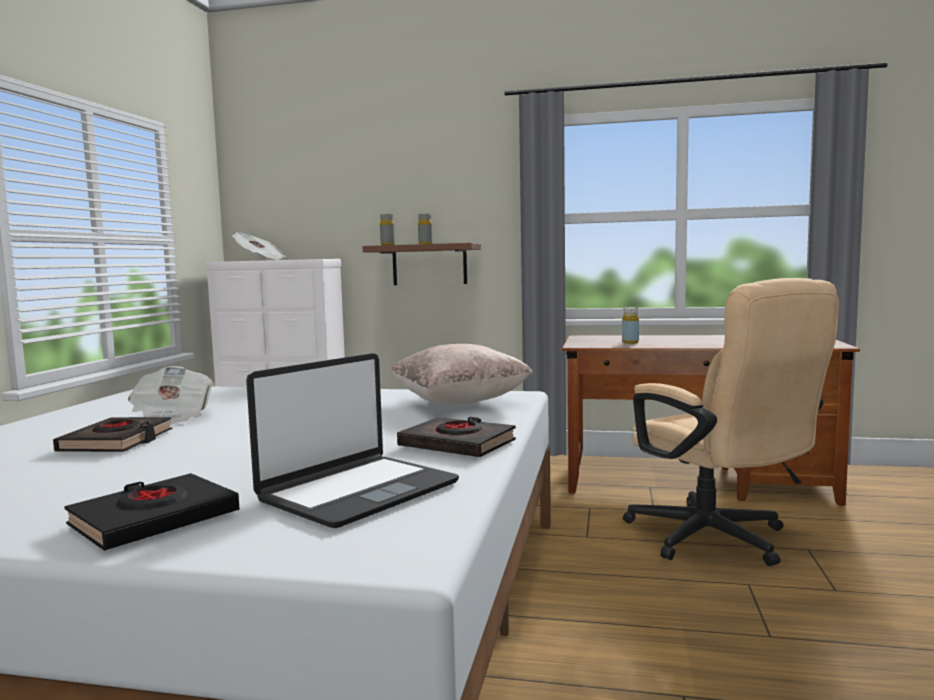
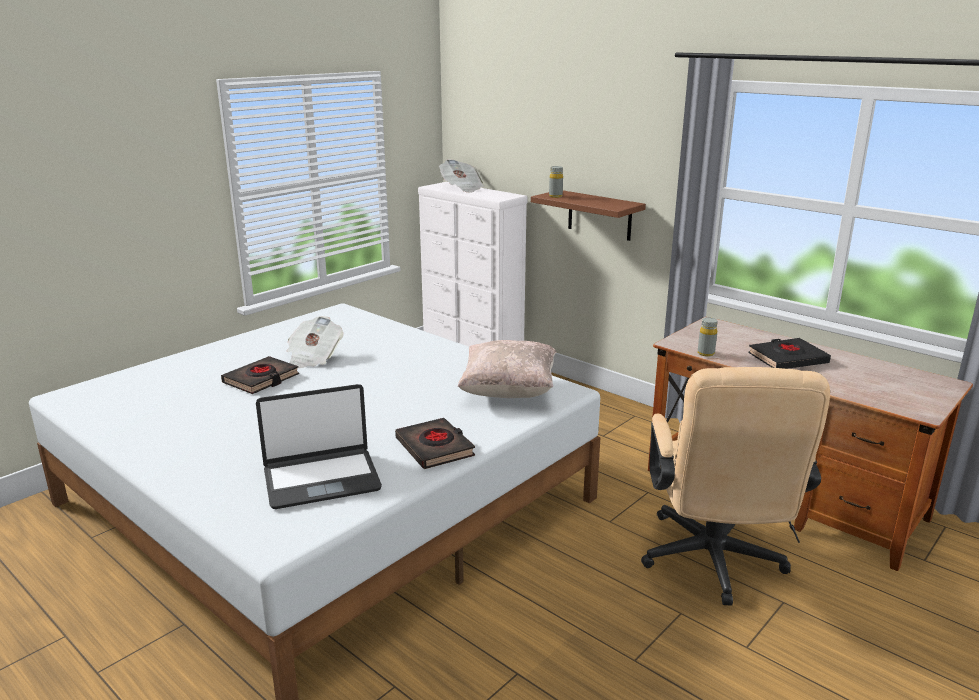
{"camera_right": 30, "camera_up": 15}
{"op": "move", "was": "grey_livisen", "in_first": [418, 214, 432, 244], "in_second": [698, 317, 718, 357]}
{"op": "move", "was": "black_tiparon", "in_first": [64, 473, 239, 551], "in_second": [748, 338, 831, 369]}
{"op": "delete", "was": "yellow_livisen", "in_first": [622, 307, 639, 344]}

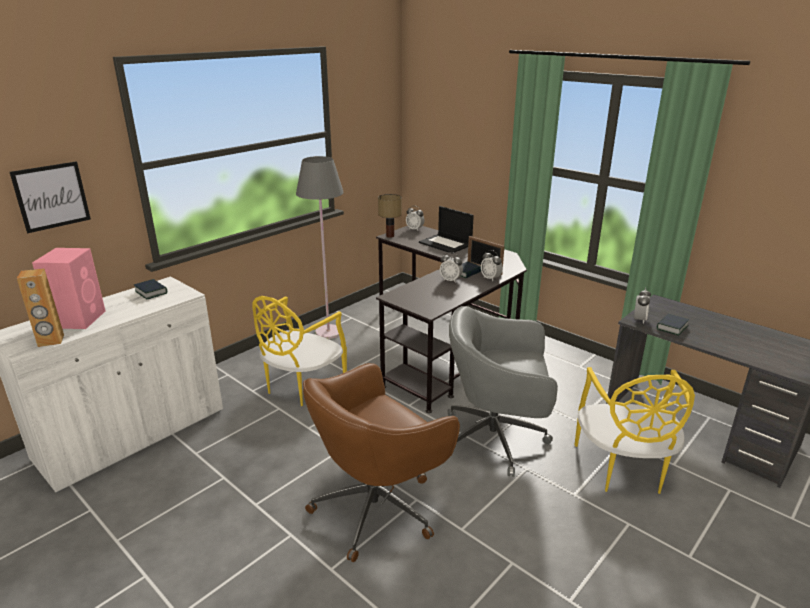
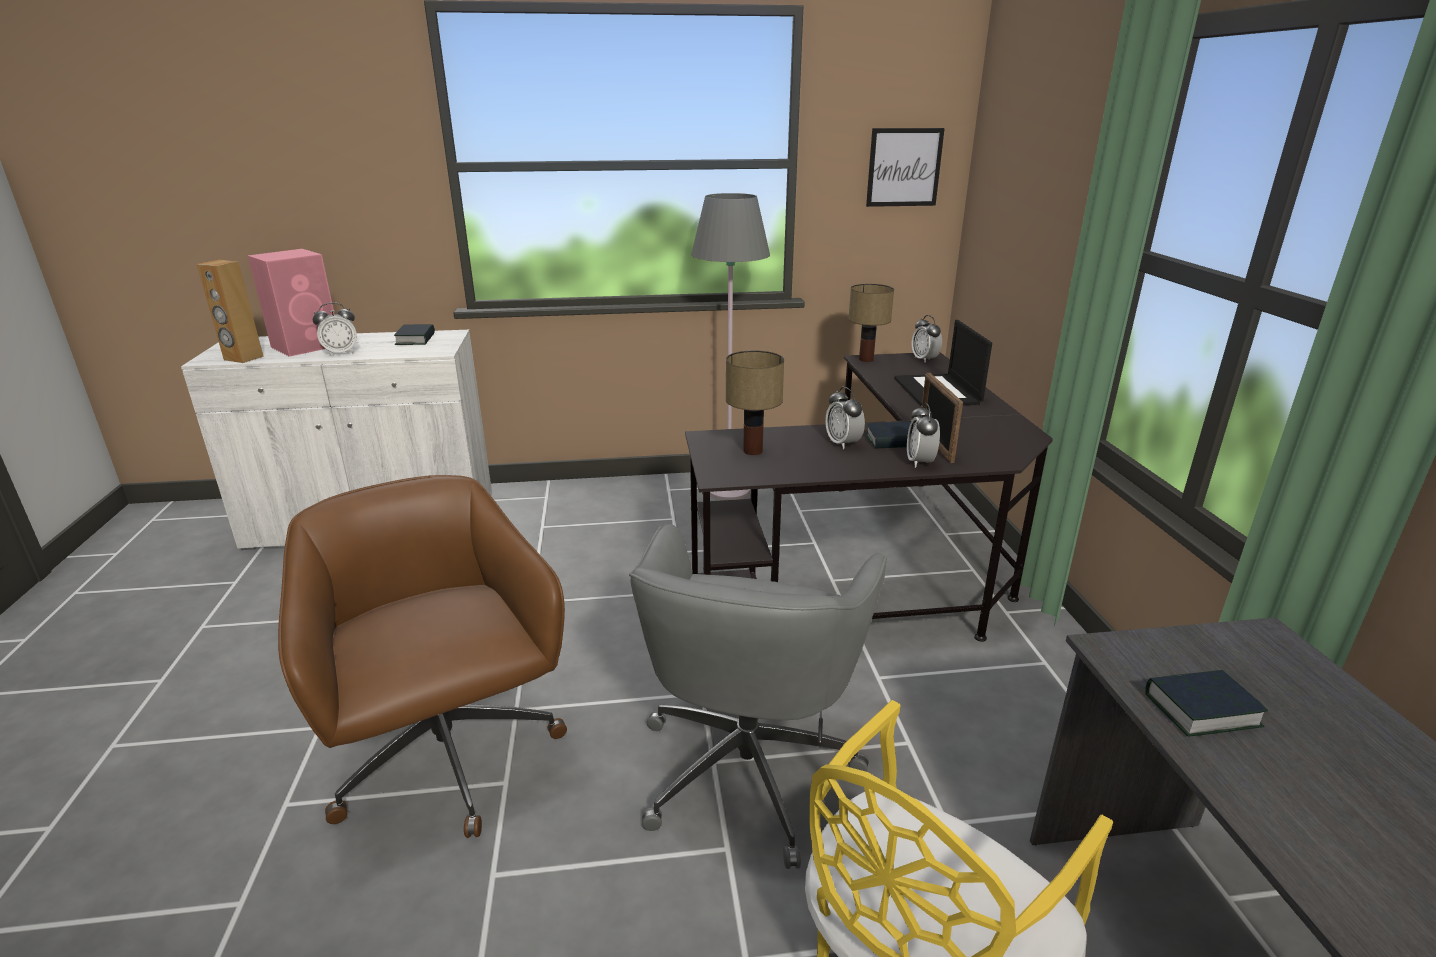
{"camera_right": 40, "camera_up": 0}
{"op": "rotate", "was": "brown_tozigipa", "in_first": [303, 363, 460, 562], "in_second": [278, 475, 567, 838], "clockwise": 60}
{"op": "move", "was": "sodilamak", "in_first": [634, 288, 651, 324], "in_second": [313, 303, 357, 356]}
{"op": "rotate", "was": "grey_tozigipa", "in_first": [448, 306, 558, 477], "in_second": [629, 524, 887, 869], "clockwise": -120}
{"op": "insert", "now": "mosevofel", "in_second": [726, 351, 784, 455]}
{"op": "move", "was": "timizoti", "in_first": [10, 161, 91, 233], "in_second": [866, 128, 945, 207]}
{"op": "delete", "was": "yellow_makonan", "in_first": [252, 296, 347, 406]}

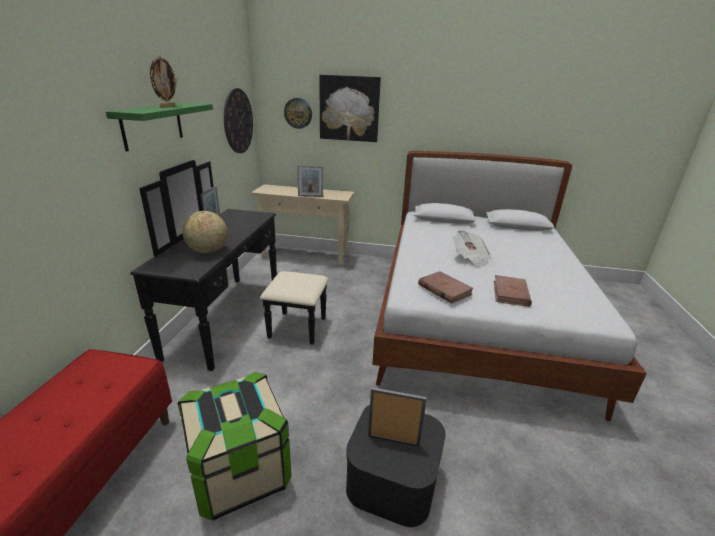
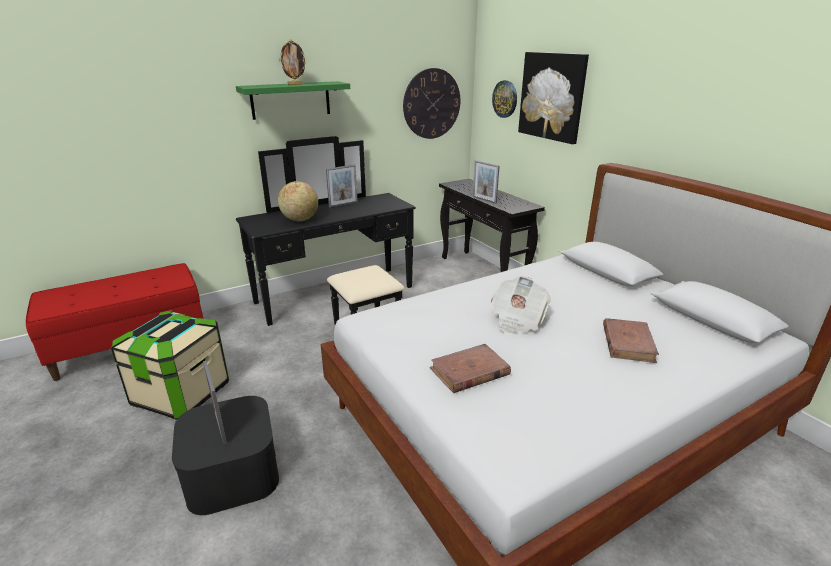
{"camera_right": 50, "camera_up": 0}
{"op": "recolor", "was": "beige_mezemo", "now": "black_mezemo", "in_first": [251, 184, 354, 266], "in_second": [439, 179, 545, 272]}
{"op": "move", "was": "brown_tiparon", "in_first": [418, 271, 474, 304], "in_second": [603, 318, 659, 363]}

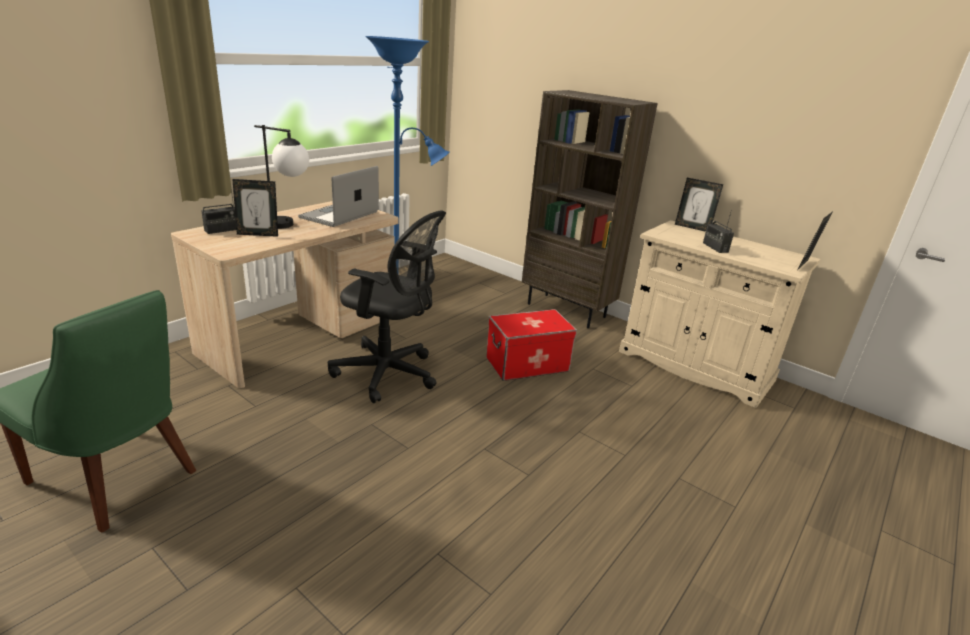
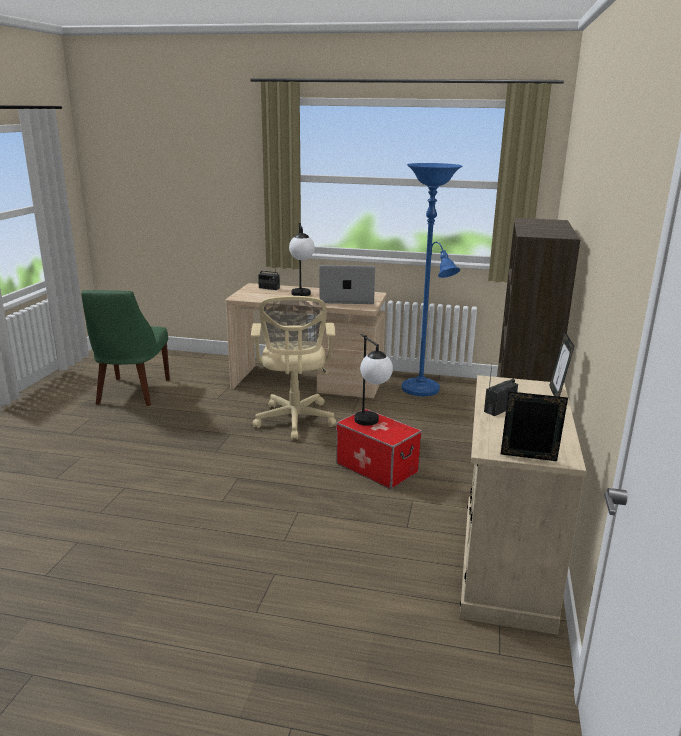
{"camera_right": 65, "camera_up": -5}
{"op": "recolor", "was": "black_tozigipa", "now": "beige_tozigipa", "in_first": [328, 211, 446, 403], "in_second": [251, 296, 336, 440]}
{"op": "insert", "now": "mosevofel", "in_second": [354, 334, 393, 426]}
{"op": "delete", "was": "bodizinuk", "in_first": [232, 179, 278, 237]}

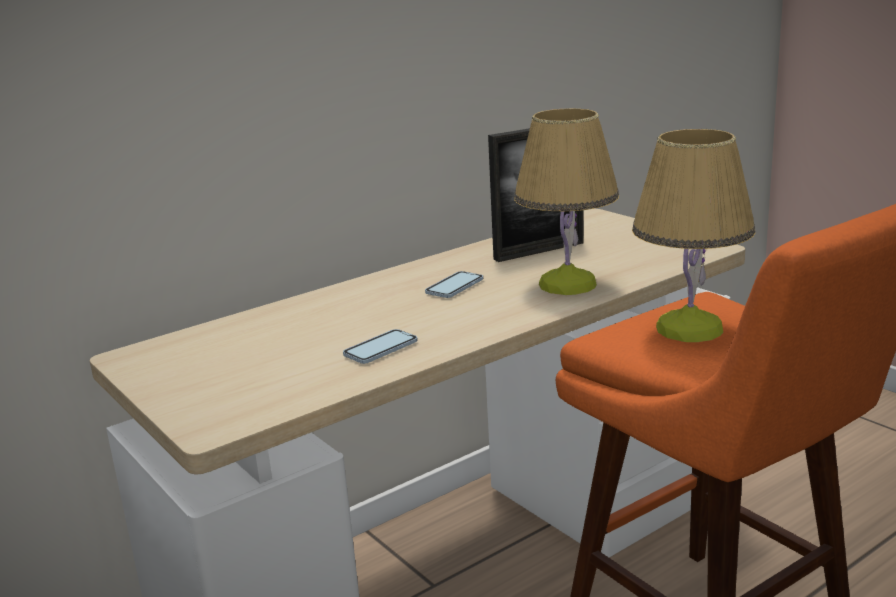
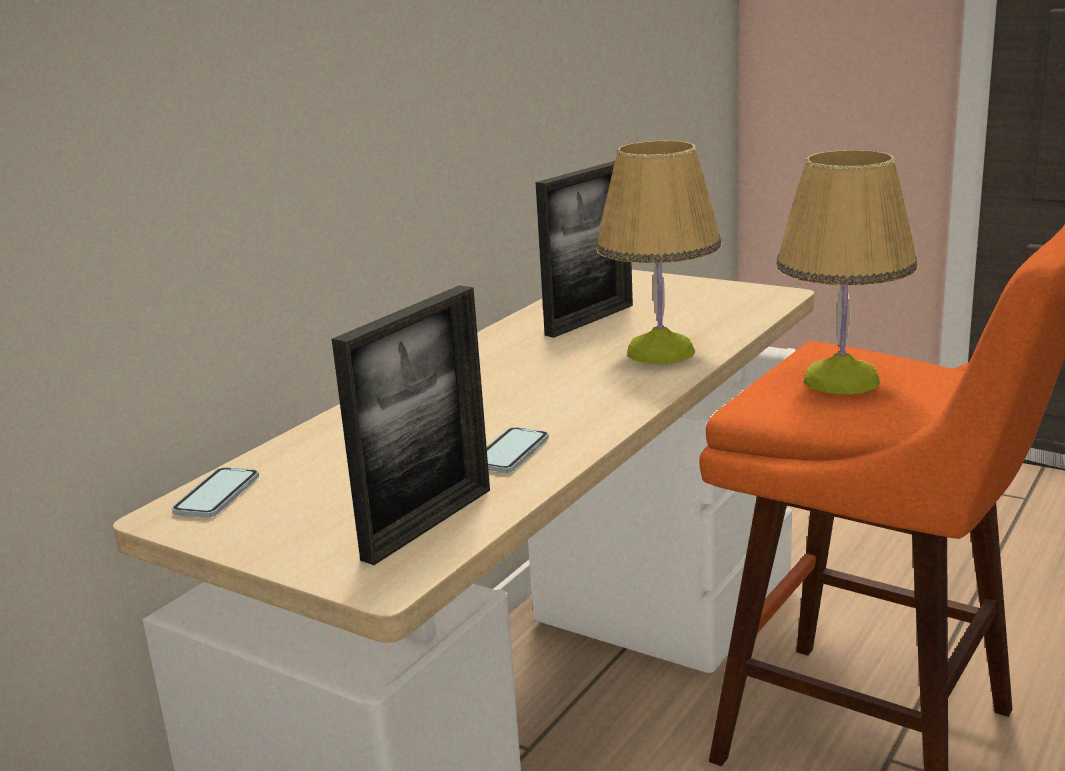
{"camera_right": -20, "camera_up": 0}
{"op": "move", "was": "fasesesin", "in_first": [425, 271, 483, 298], "in_second": [172, 467, 259, 517]}
{"op": "insert", "now": "bodizinuk", "in_second": [332, 285, 490, 565]}

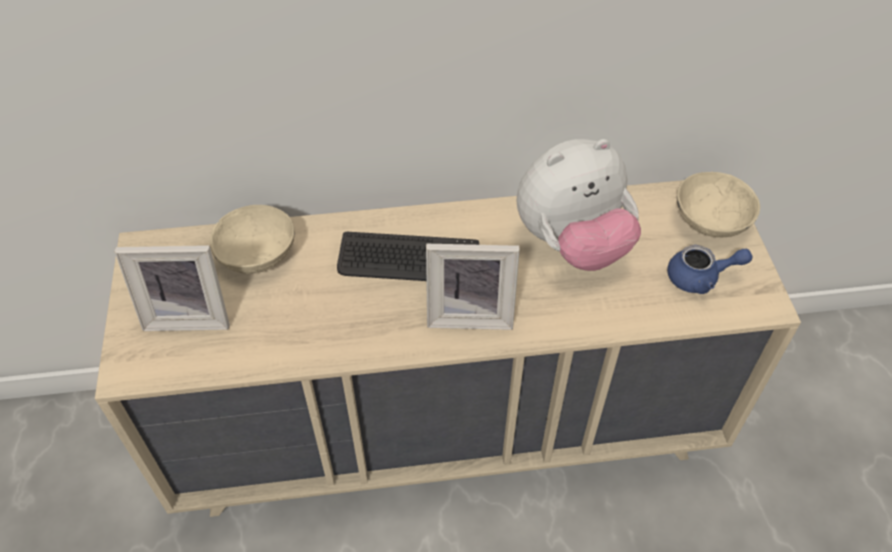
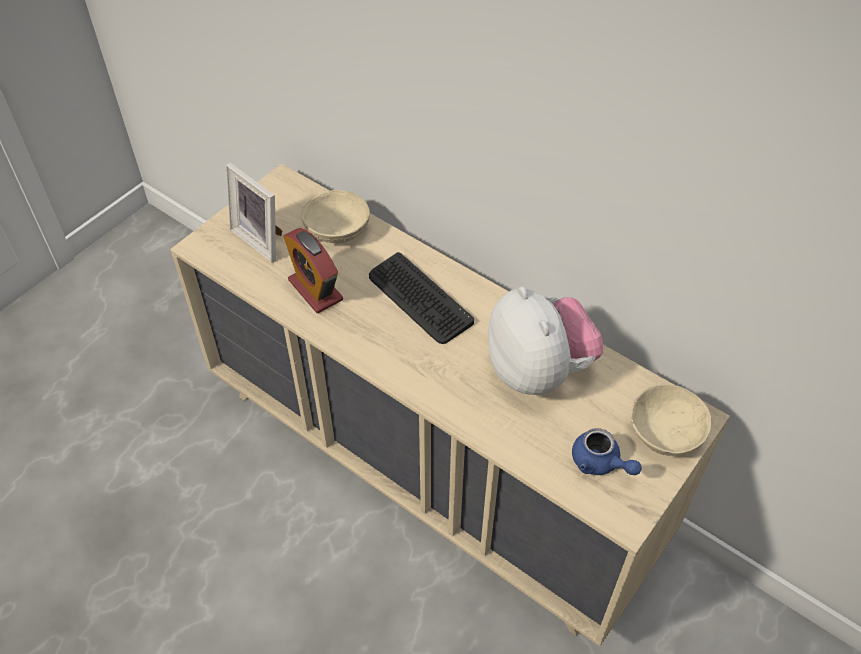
{"camera_right": 45, "camera_up": 0}
{"op": "insert", "now": "sodilamak", "in_second": [284, 228, 343, 313]}
{"op": "rotate", "was": "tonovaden", "in_first": [517, 139, 641, 271], "in_second": [488, 286, 603, 395], "clockwise": -135}
{"op": "delete", "was": "bodizinuk", "in_first": [426, 244, 520, 330]}

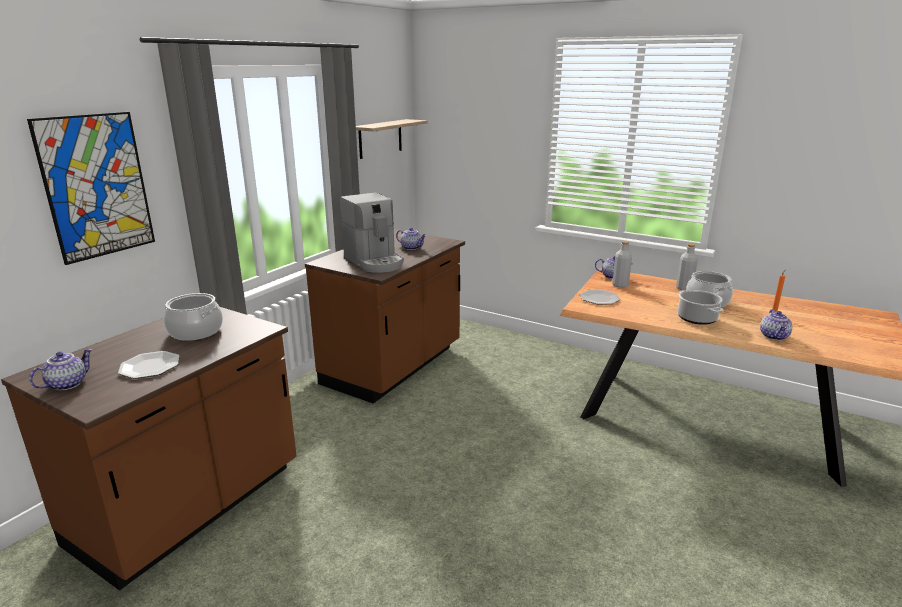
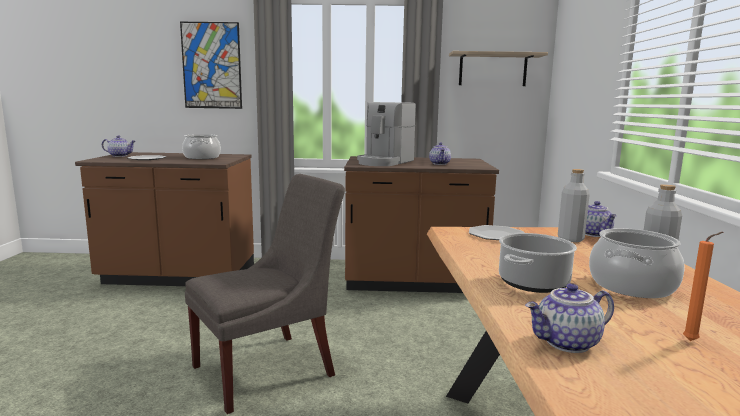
{"camera_right": 60, "camera_up": -10}
{"op": "insert", "now": "grey_makonan", "in_second": [185, 174, 345, 414]}

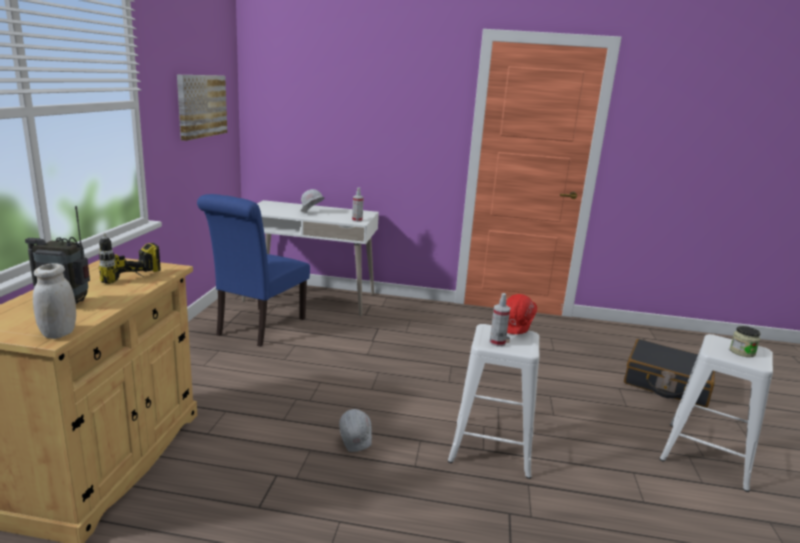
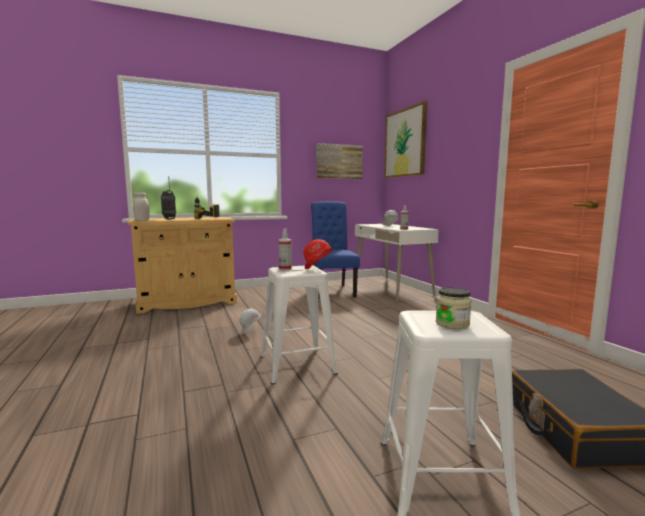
{"camera_right": 60, "camera_up": -10}
{"op": "rotate", "was": "blue_makonan", "in_first": [197, 194, 310, 347], "in_second": [311, 201, 360, 299], "clockwise": 90}
{"op": "insert", "now": "timizoti", "in_second": [384, 101, 427, 178]}

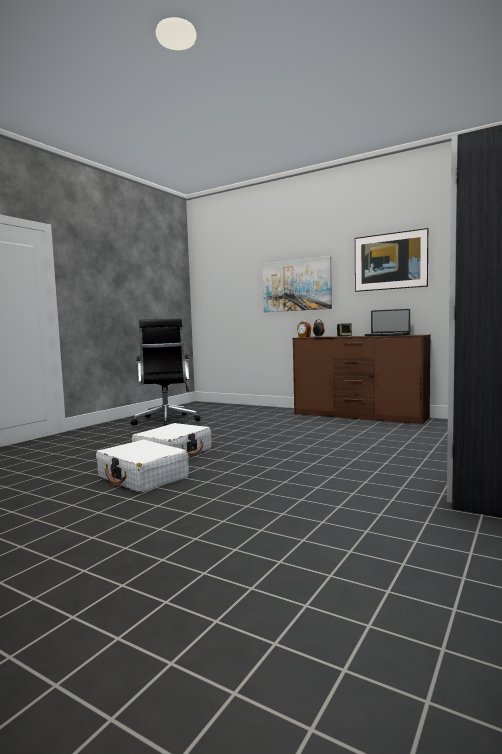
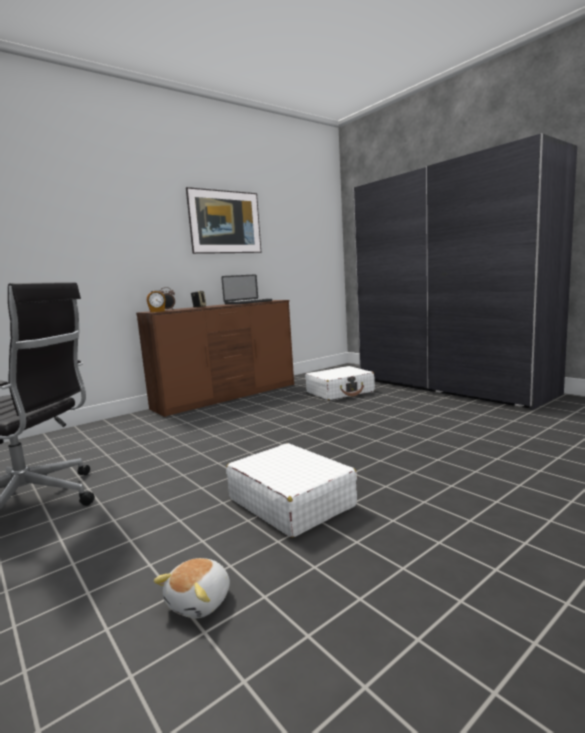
{"camera_right": -70, "camera_up": 5}
{"op": "insert", "now": "tonovaden", "in_second": [153, 558, 230, 618]}
{"op": "move", "was": "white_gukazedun", "in_first": [96, 440, 189, 493], "in_second": [305, 366, 375, 400]}
{"op": "delete", "was": "timizoti", "in_first": [263, 256, 332, 312]}

